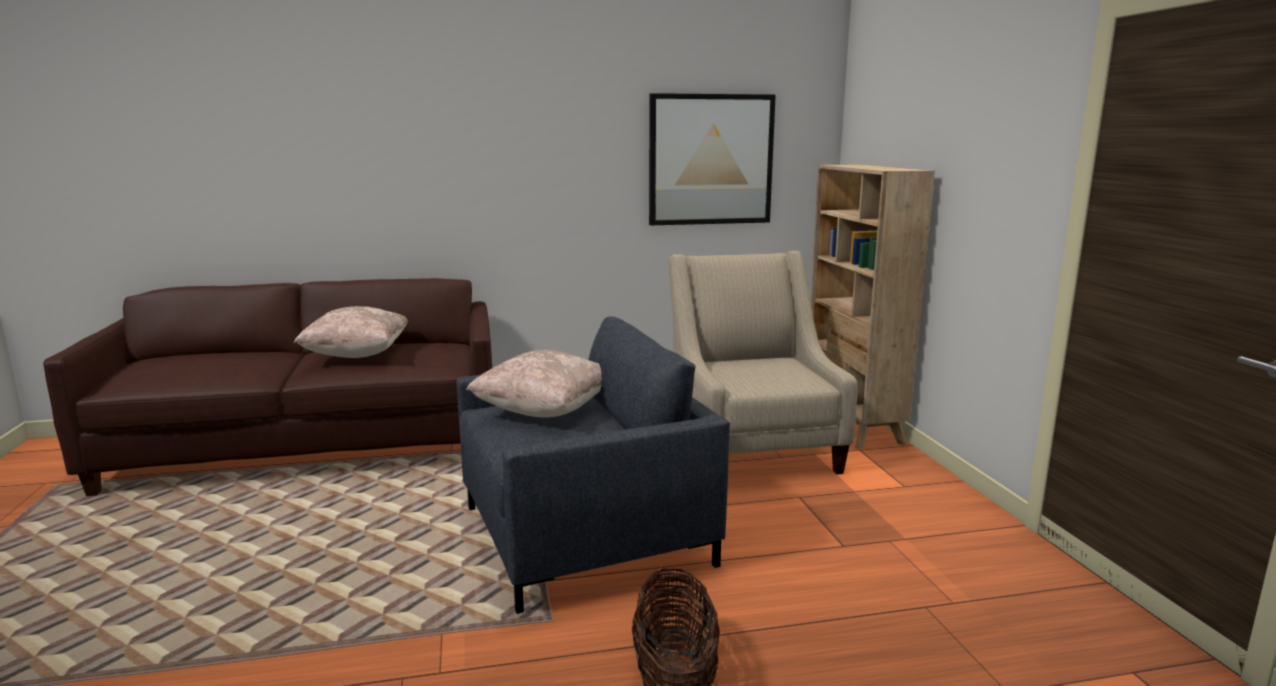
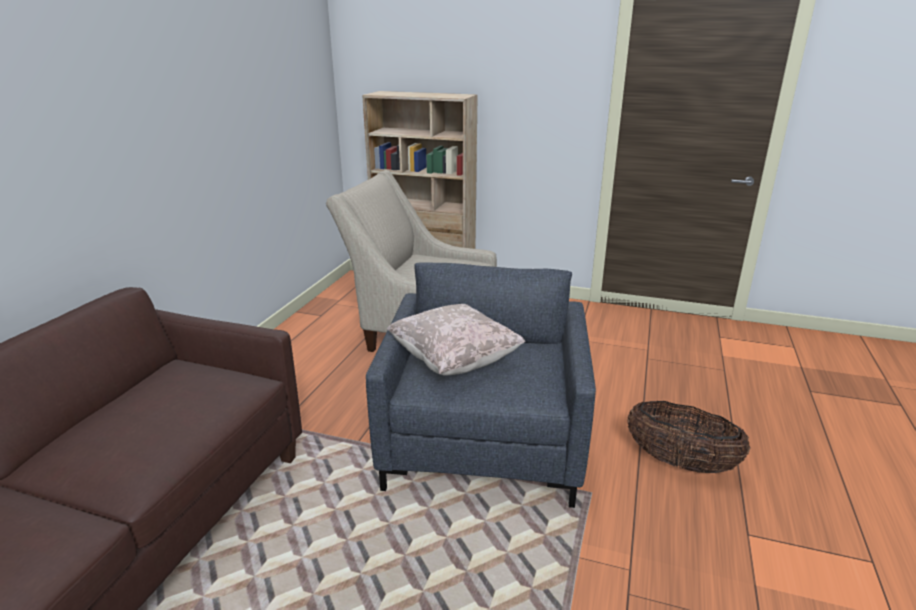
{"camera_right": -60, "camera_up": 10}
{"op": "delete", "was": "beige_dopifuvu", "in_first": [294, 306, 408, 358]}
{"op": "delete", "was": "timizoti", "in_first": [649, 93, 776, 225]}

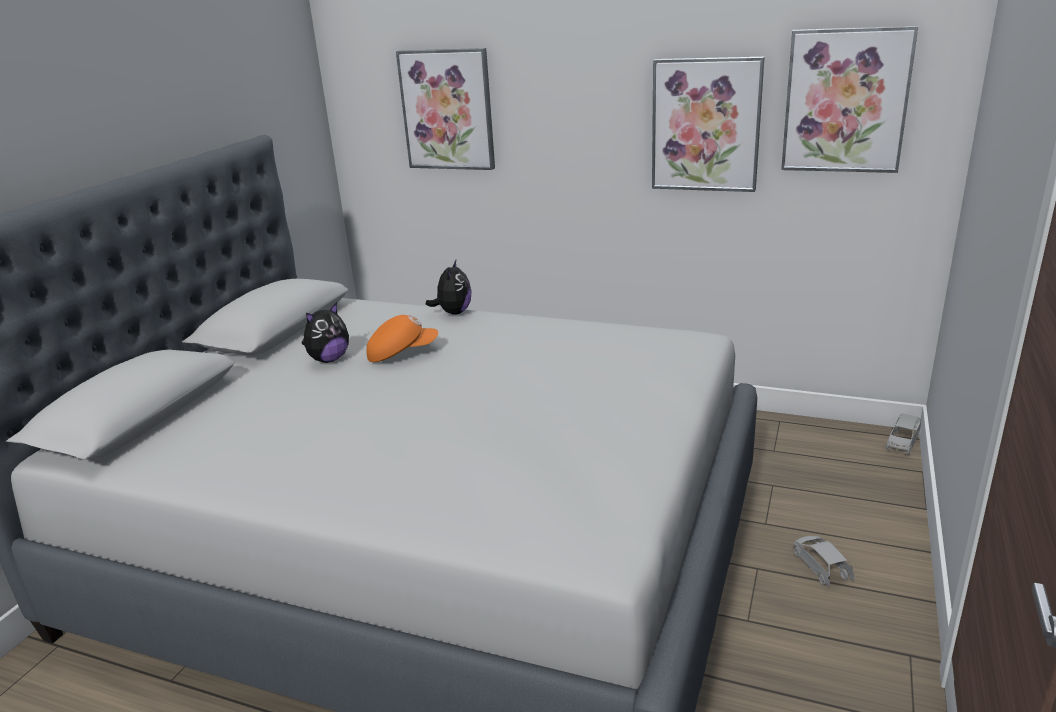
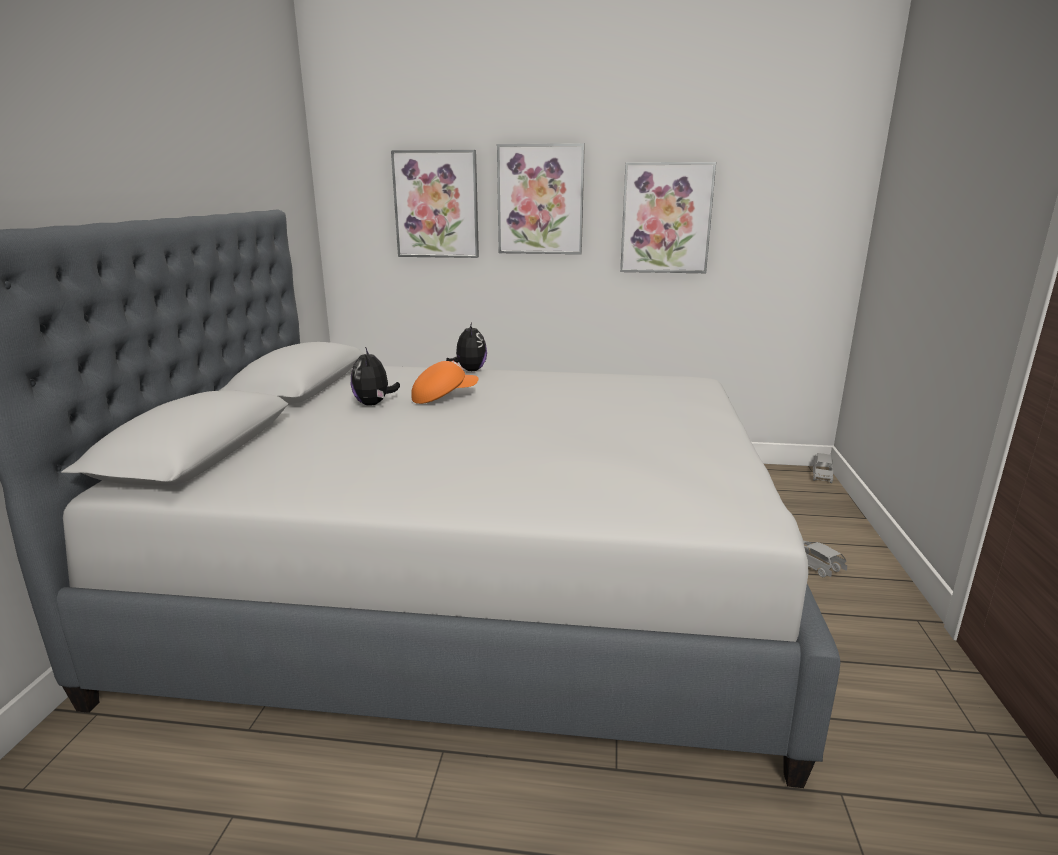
{"camera_right": -15, "camera_up": -5}
{"op": "rotate", "was": "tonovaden", "in_first": [302, 302, 349, 363], "in_second": [351, 347, 400, 406], "clockwise": 135}
{"op": "move", "was": "timizoti", "in_first": [781, 26, 918, 173], "in_second": [497, 143, 585, 254]}

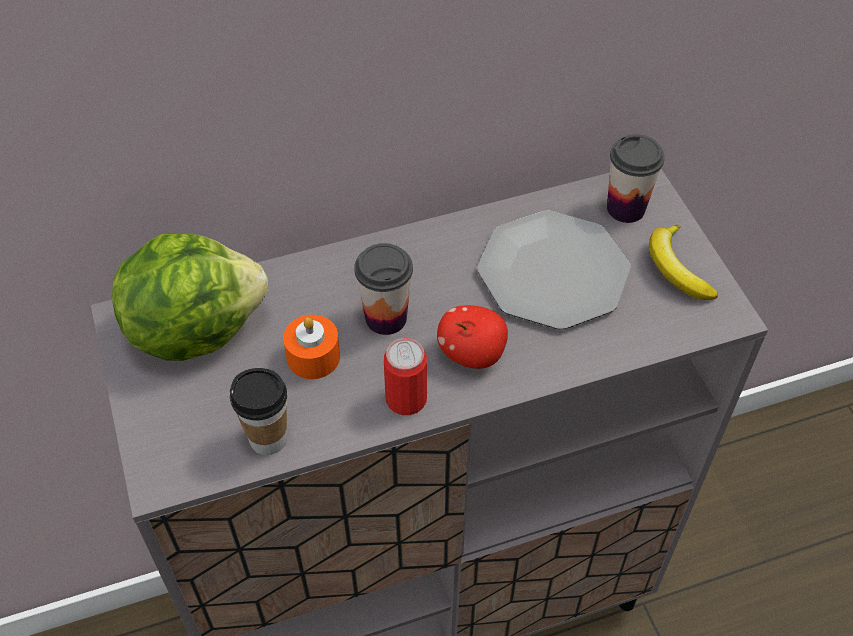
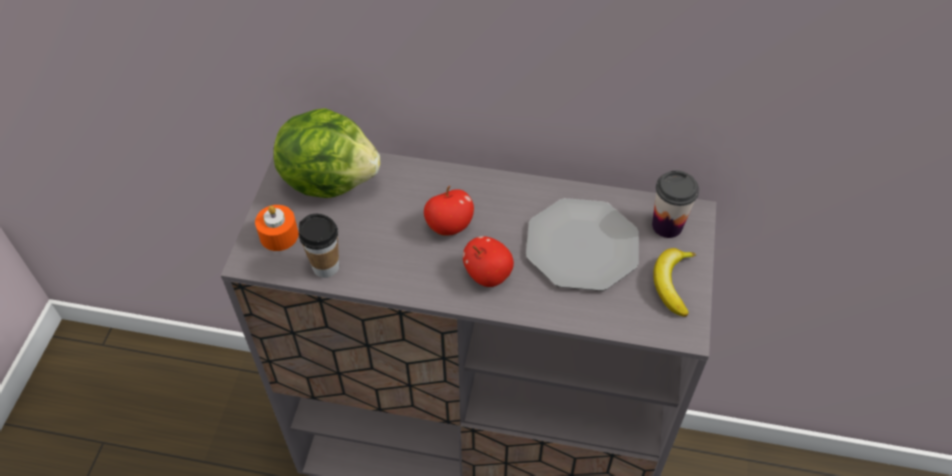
{"camera_right": 30, "camera_up": 0}
{"op": "move", "was": "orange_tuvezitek", "in_first": [283, 315, 340, 379], "in_second": [255, 205, 299, 251]}
{"op": "replace", "was": "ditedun", "now": "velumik", "in_first": [354, 243, 413, 335], "in_second": [424, 186, 474, 236]}
{"op": "delete", "was": "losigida", "in_first": [384, 338, 427, 415]}

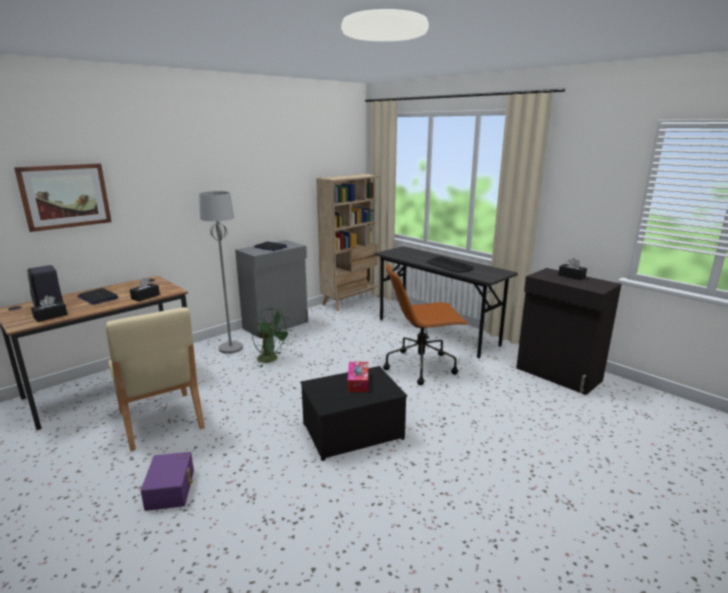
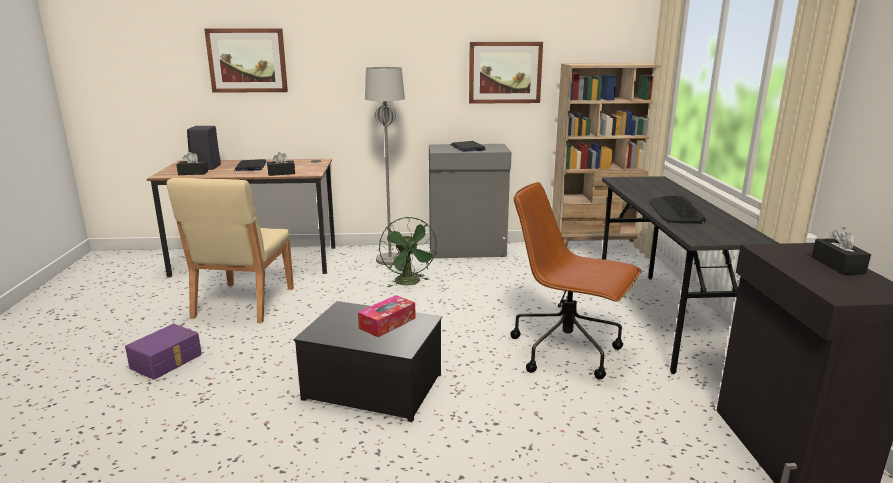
{"camera_right": 40, "camera_up": 0}
{"op": "insert", "now": "timizoti", "in_second": [469, 42, 543, 104]}

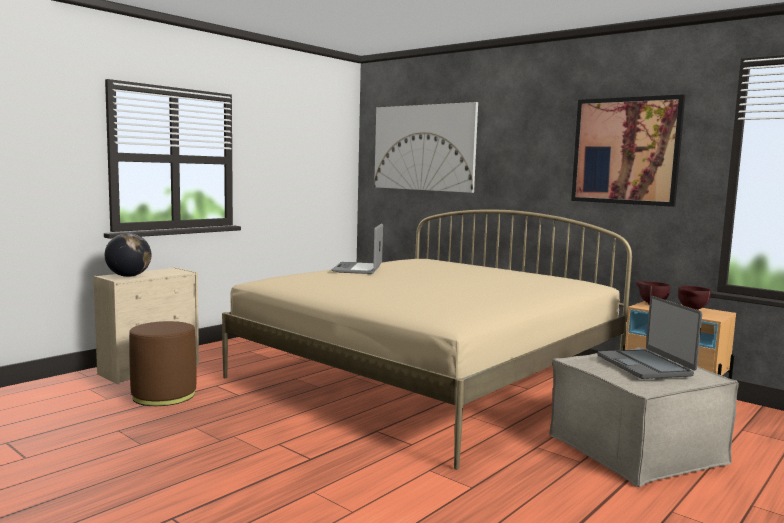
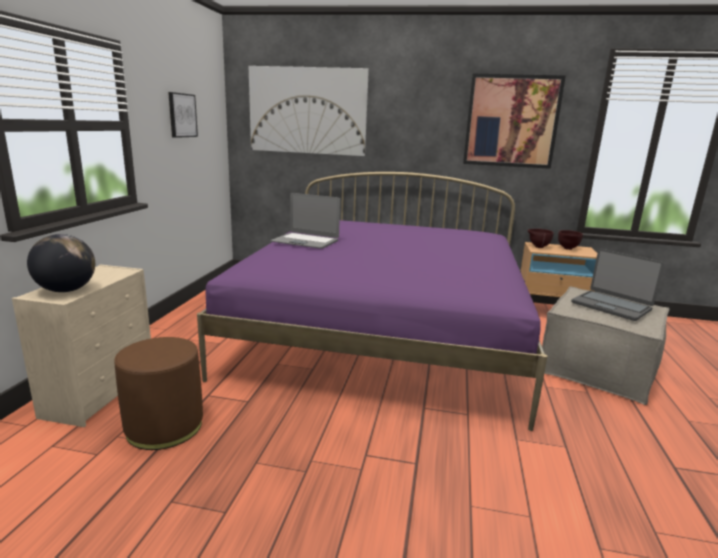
{"camera_right": -30, "camera_up": 10}
{"op": "insert", "now": "timizoti", "in_second": [168, 92, 198, 138]}
{"op": "recolor", "was": "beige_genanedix", "now": "purple_genanedix", "in_first": [222, 210, 632, 470], "in_second": [197, 172, 547, 431]}
{"op": "rotate", "was": "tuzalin", "in_first": [331, 224, 383, 274], "in_second": [271, 193, 340, 249], "clockwise": -45}

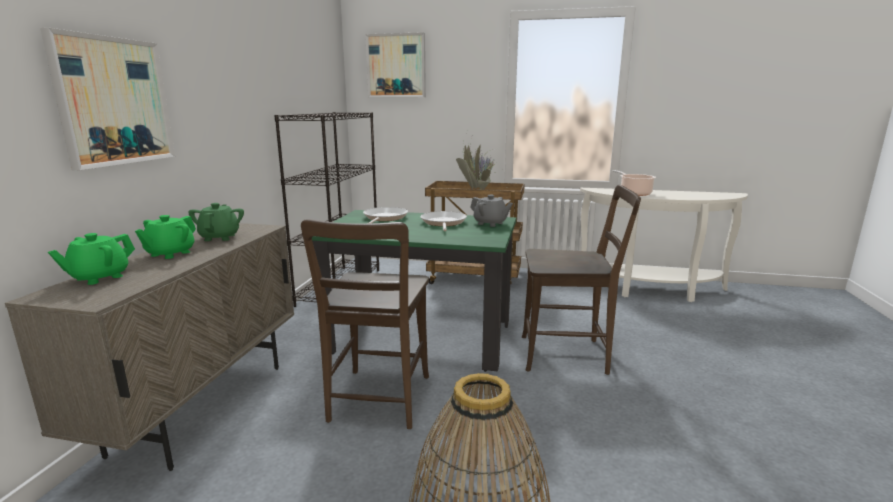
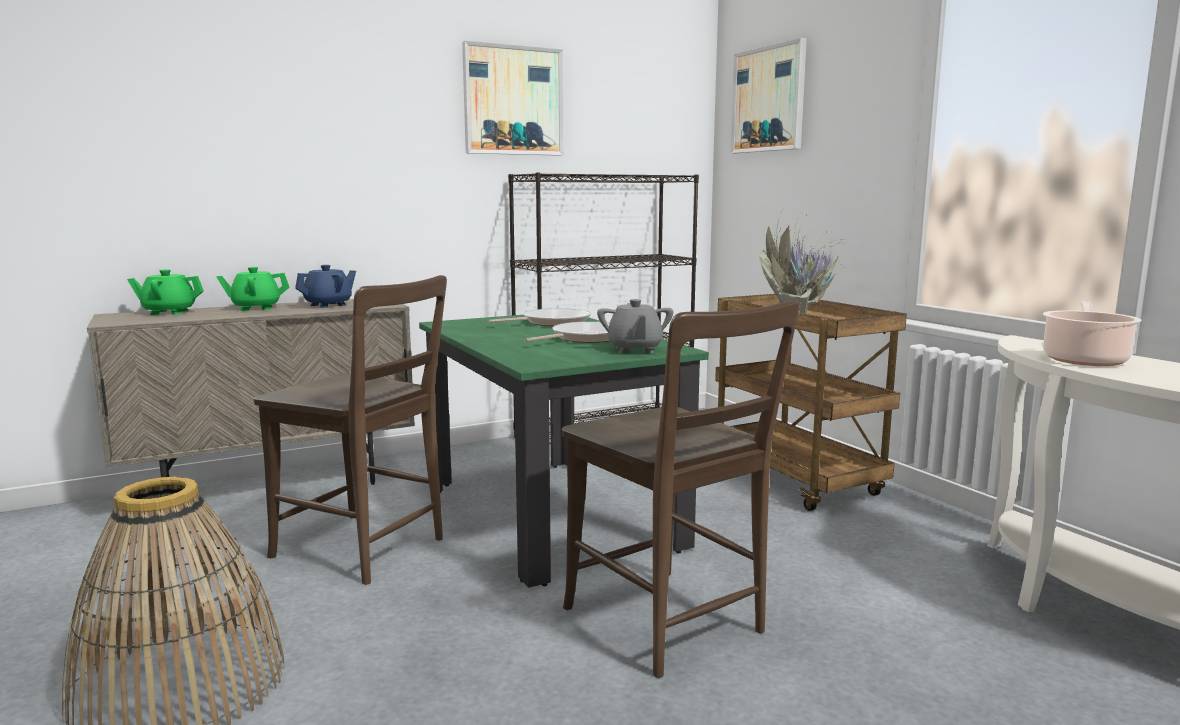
{"camera_right": 50, "camera_up": -5}
{"op": "rotate", "was": "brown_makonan", "in_first": [301, 219, 429, 429], "in_second": [254, 275, 447, 585], "clockwise": -120}
{"op": "recolor", "was": "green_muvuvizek", "now": "blue_muvuvizek", "in_first": [188, 203, 244, 241], "in_second": [295, 265, 356, 308]}
{"op": "move", "was": "timizoti", "in_first": [40, 27, 175, 170], "in_second": [462, 41, 564, 156]}

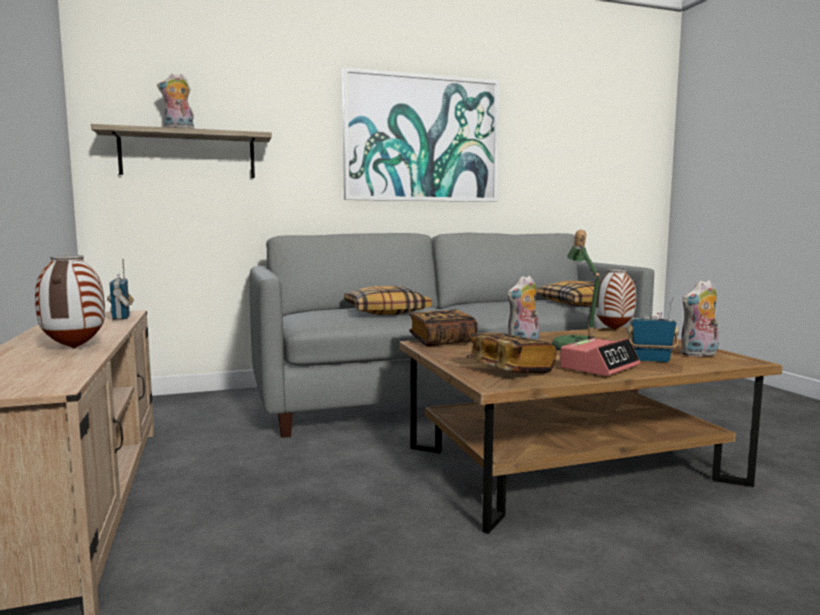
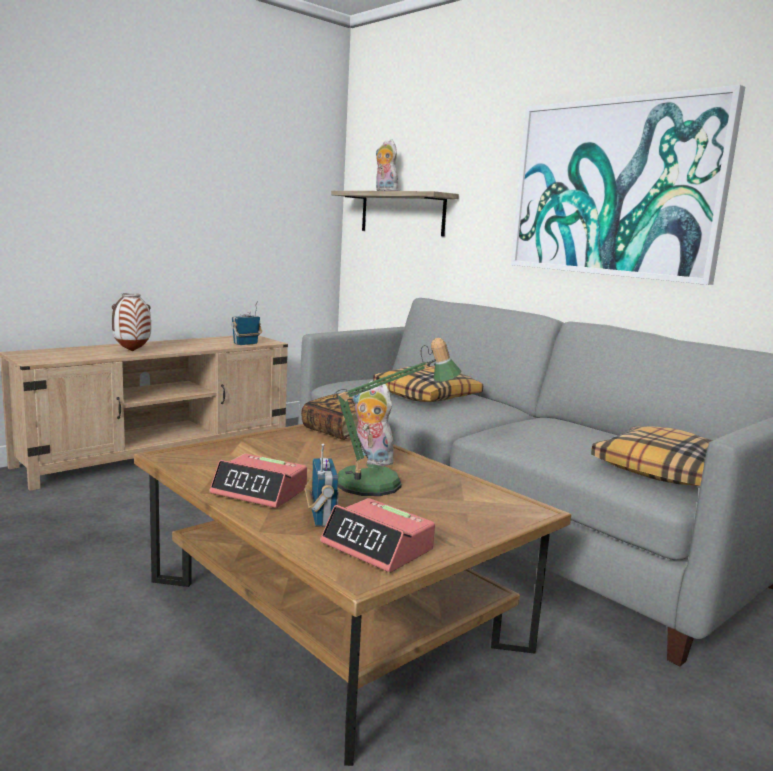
{"camera_right": 65, "camera_up": 5}
{"op": "replace", "was": "tonovaden", "now": "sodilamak", "in_first": [680, 280, 718, 357], "in_second": [320, 498, 435, 573]}
{"op": "delete", "was": "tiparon", "in_first": [467, 333, 556, 374]}
{"op": "delete", "was": "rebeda", "in_first": [595, 269, 636, 330]}

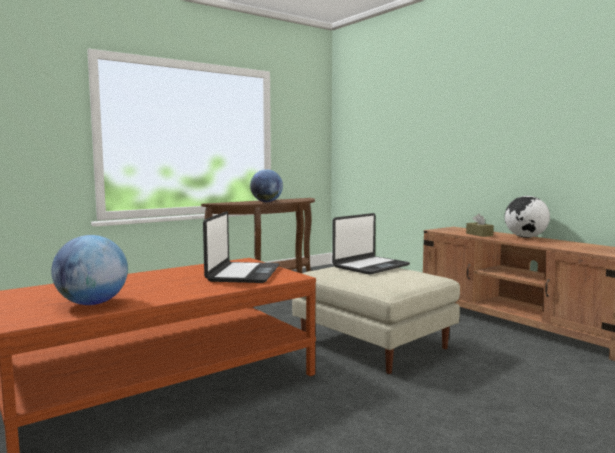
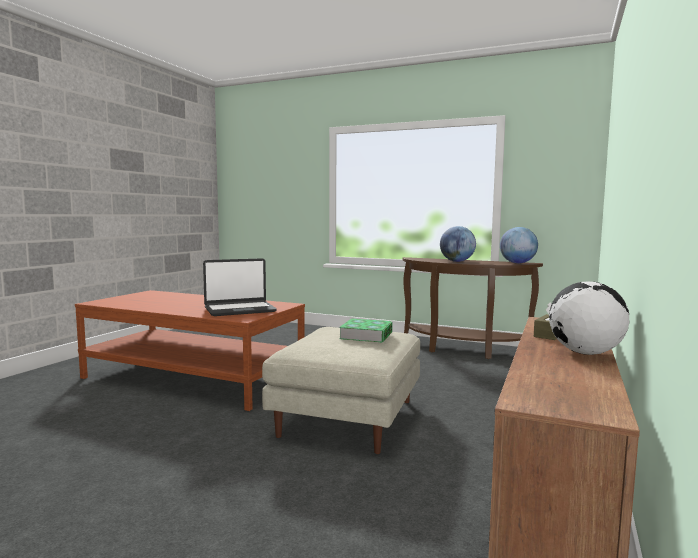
{"camera_right": 60, "camera_up": 0}
{"op": "replace", "was": "tuzalin", "now": "tiparon", "in_first": [332, 213, 410, 275], "in_second": [339, 318, 393, 342]}
{"op": "move", "was": "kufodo", "in_first": [51, 235, 128, 305], "in_second": [500, 227, 538, 263]}

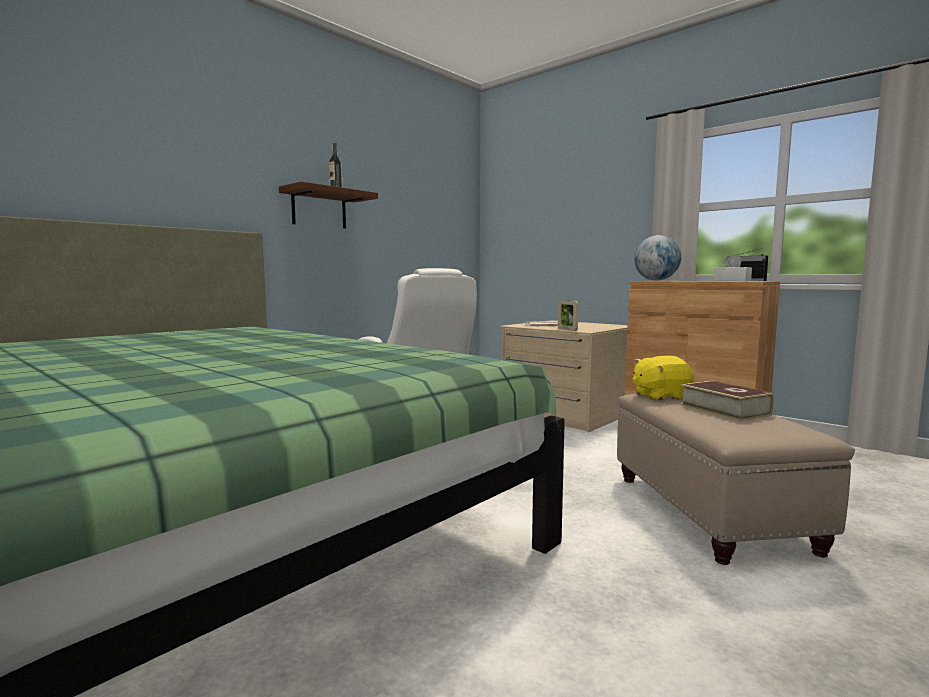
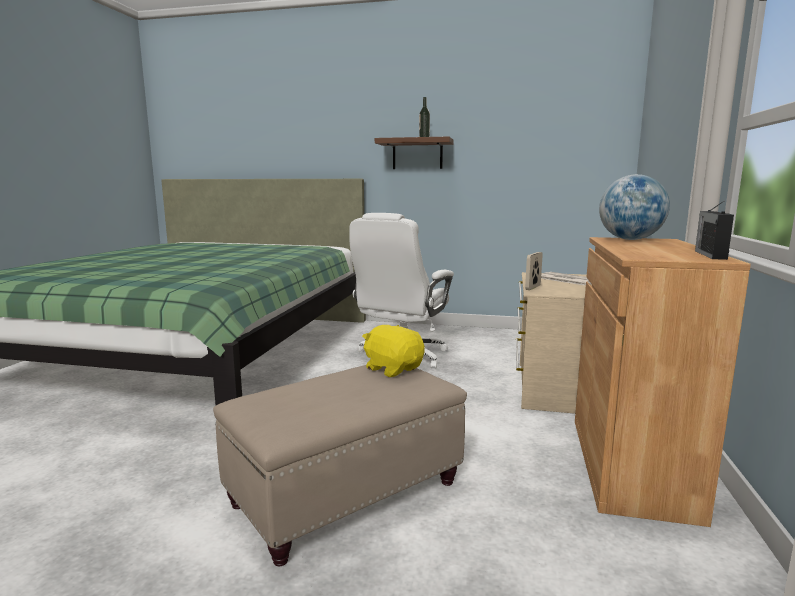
{"camera_right": 60, "camera_up": 5}
{"op": "delete", "was": "tiparon", "in_first": [680, 381, 774, 421]}
{"op": "delete", "was": "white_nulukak", "in_first": [713, 254, 752, 281]}

